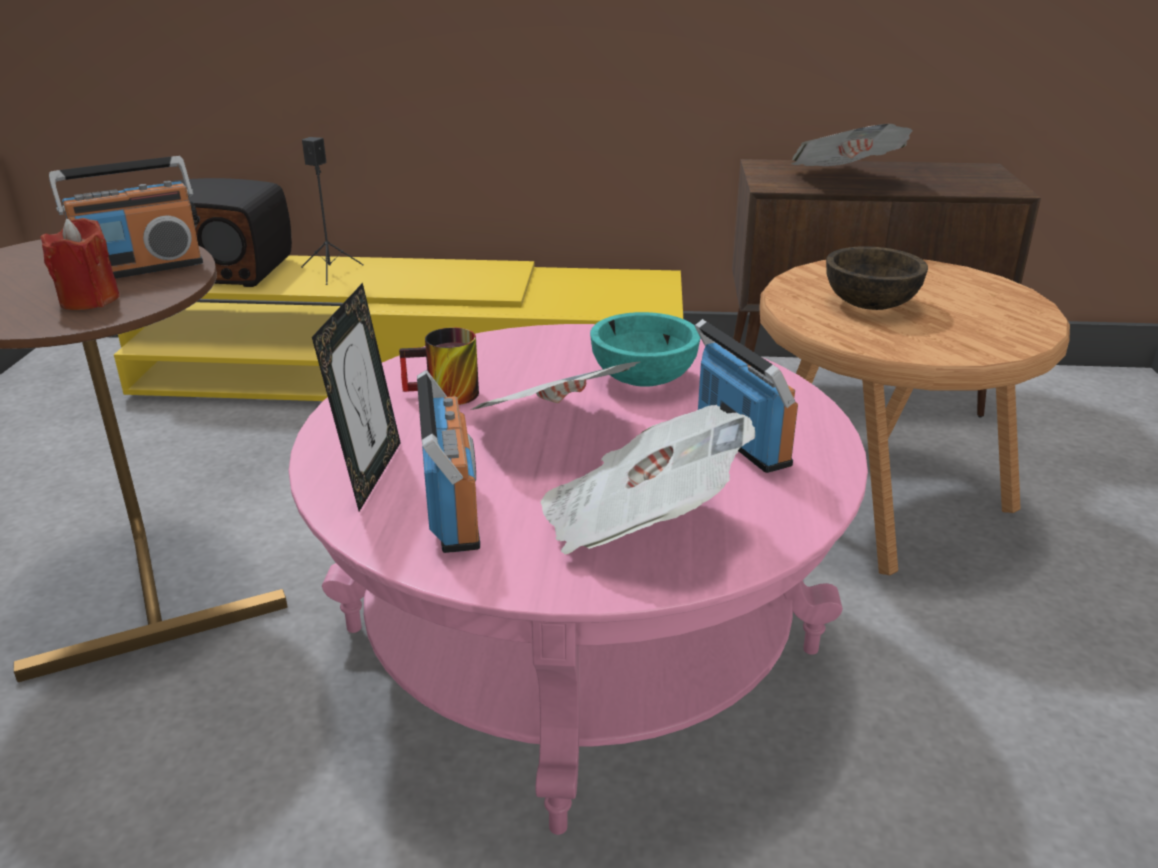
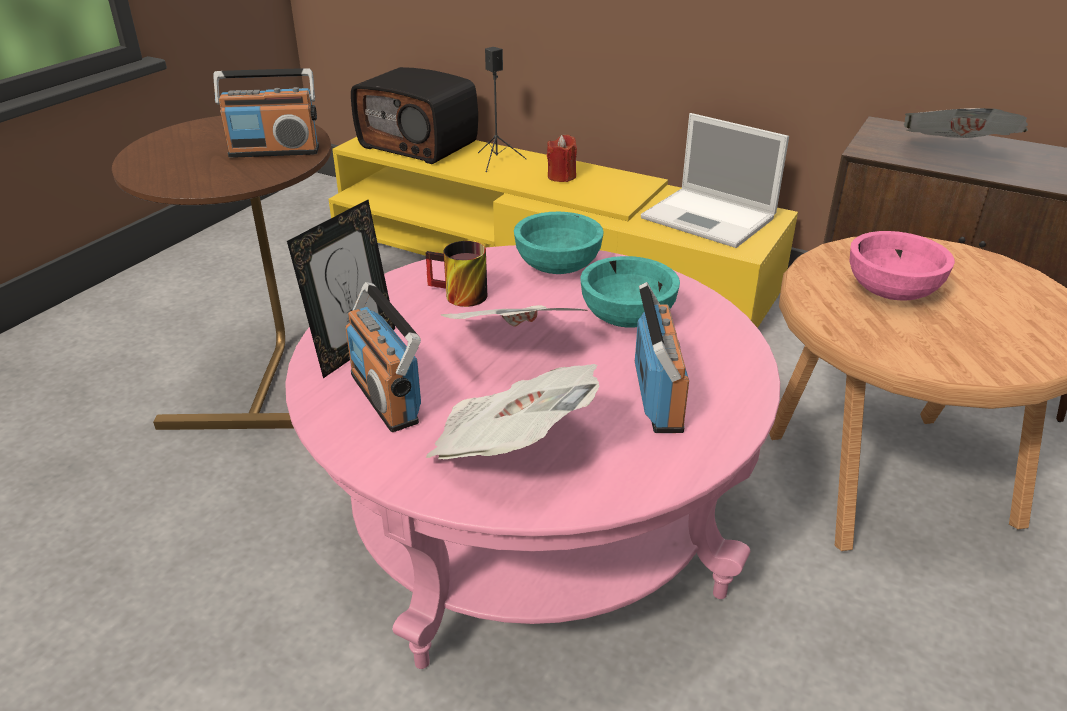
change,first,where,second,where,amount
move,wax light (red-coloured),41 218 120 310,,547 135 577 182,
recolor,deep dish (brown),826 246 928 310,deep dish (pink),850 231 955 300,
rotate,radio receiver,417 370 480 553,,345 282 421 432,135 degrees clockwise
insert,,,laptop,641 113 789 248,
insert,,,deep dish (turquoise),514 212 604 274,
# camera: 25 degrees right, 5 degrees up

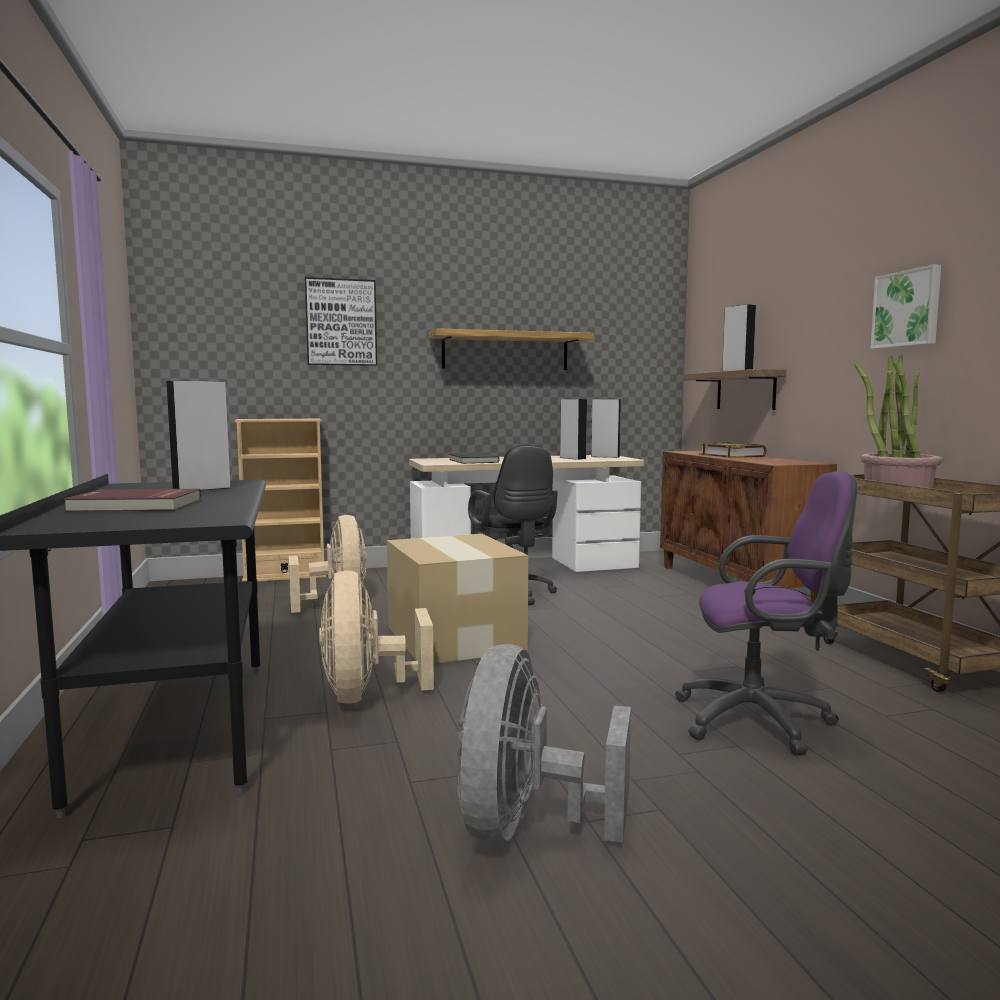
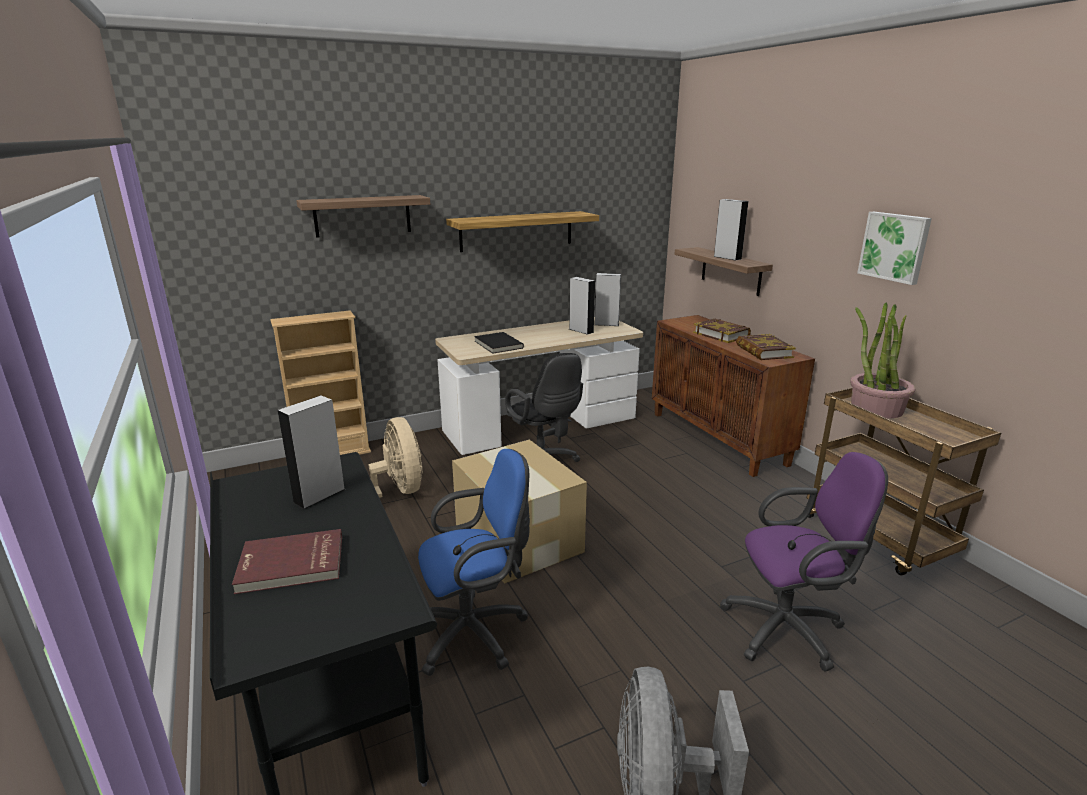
change,first,where,second,where,amount
replace,wall art,305 277 377 366,wall shelf,296 195 430 238,
replace,fan (beige),319 571 434 704,computer chair (blue),418 449 530 676,
insert,,,bound book,736 334 796 360,
# camera: 10 degrees left, 15 degrees up

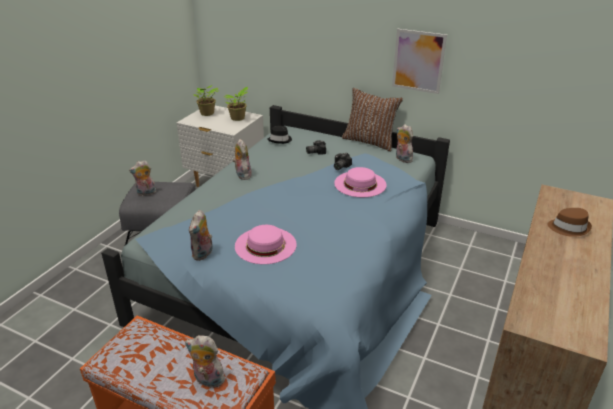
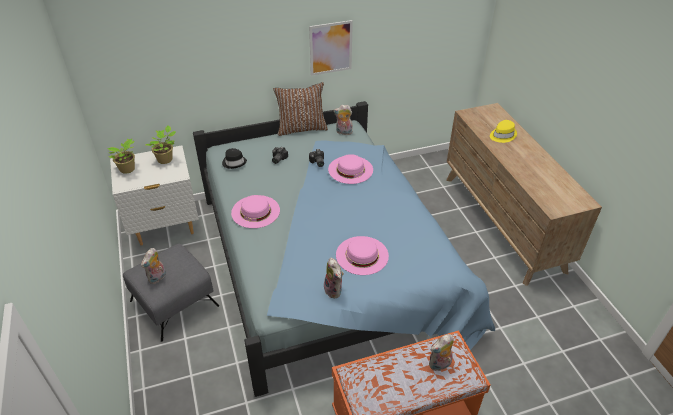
change,first,where,second,where,amount
replace,plush toy,233 139 252 180,hat (pink),231 195 280 228,
recolor,hat (brown),548 208 592 237,hat (yellow),490 120 517 143,
# camera: 45 degrees left, 10 degrees up

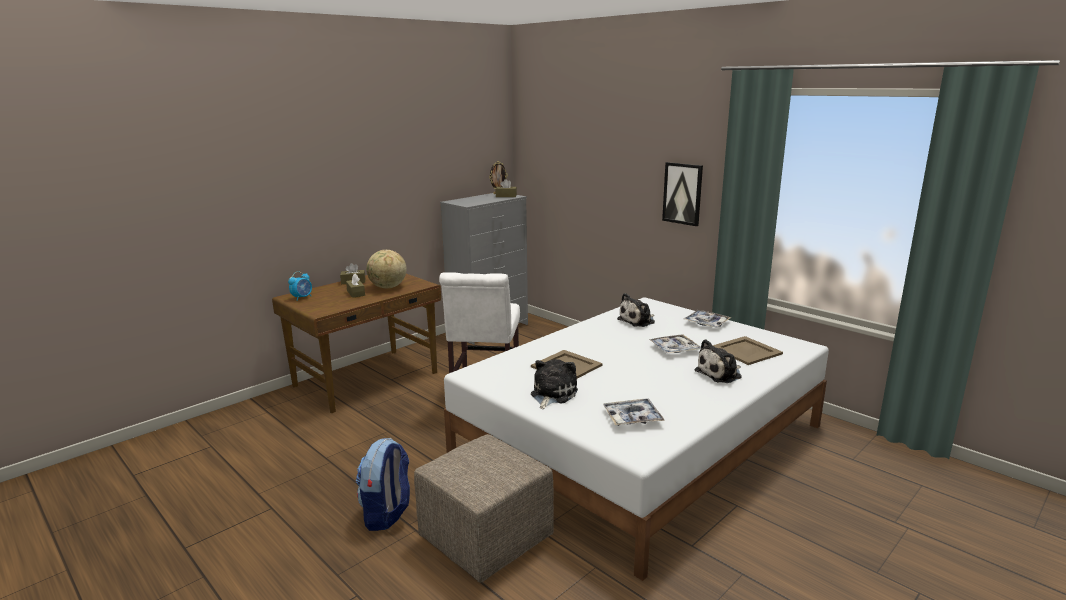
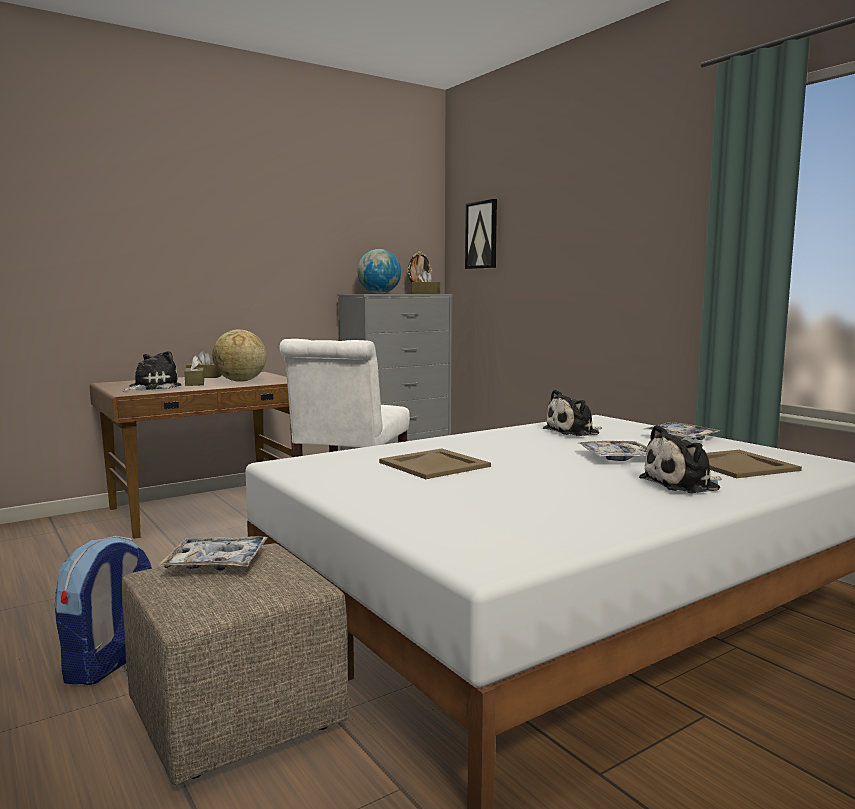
change,first,where,second,where,amount
move,wall art,662 162 703 226,,465 199 497 269,
delete,alarm clock,288 271 312 301,,,
move,plush toy,531 359 578 409,,123 351 181 391,
move,tray,603 398 665 426,,157 537 268 571,
insert,,,desk globe,357 249 401 294,
# camera: 10 degrees right, 10 degrees down

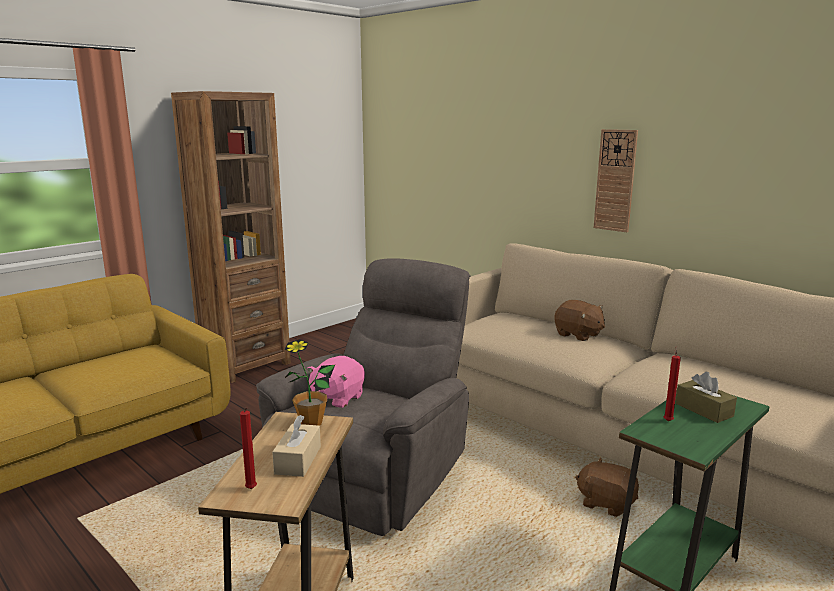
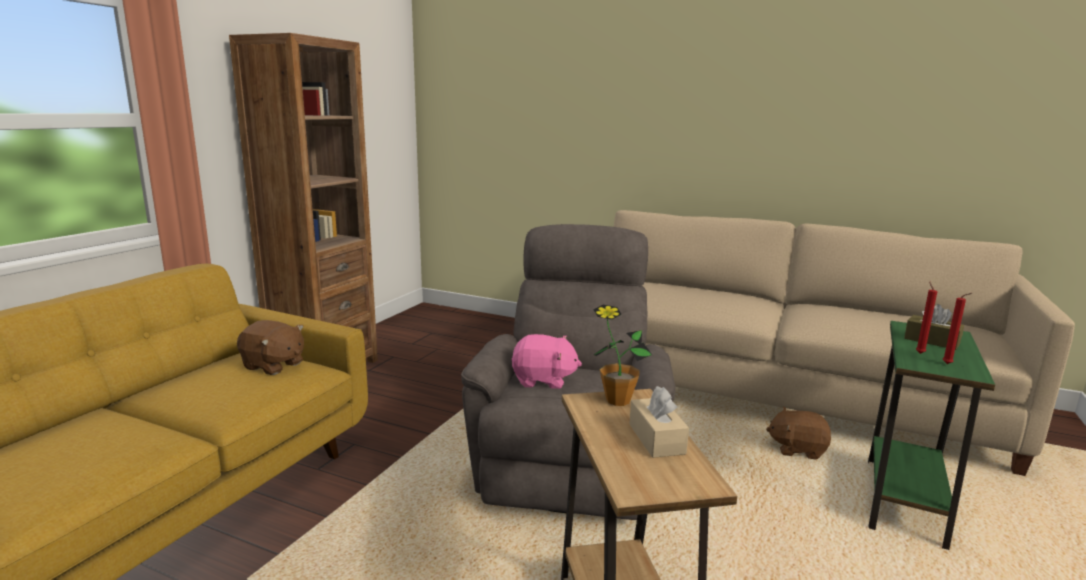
change,first,where,second,where,amount
delete,wall clock,594 129 638 232,,,
move,plush toy (brown),554 300 605 341,,237 320 304 375,
rotate,plush toy (pink),307 356 365 408,,511 334 582 389,90 degrees counterclockwise
move,wax light (red-coloured),240 407 257 489,,943 293 972 364,
# camera: 20 degrees left, 0 degrees up

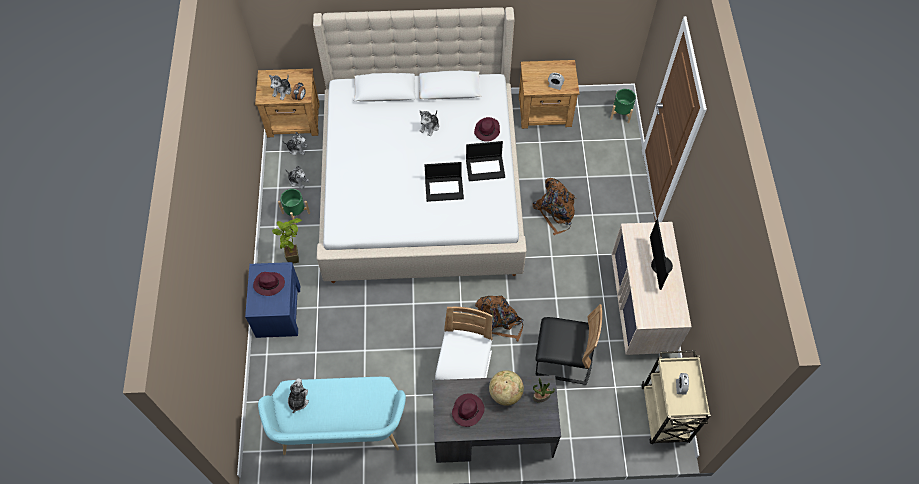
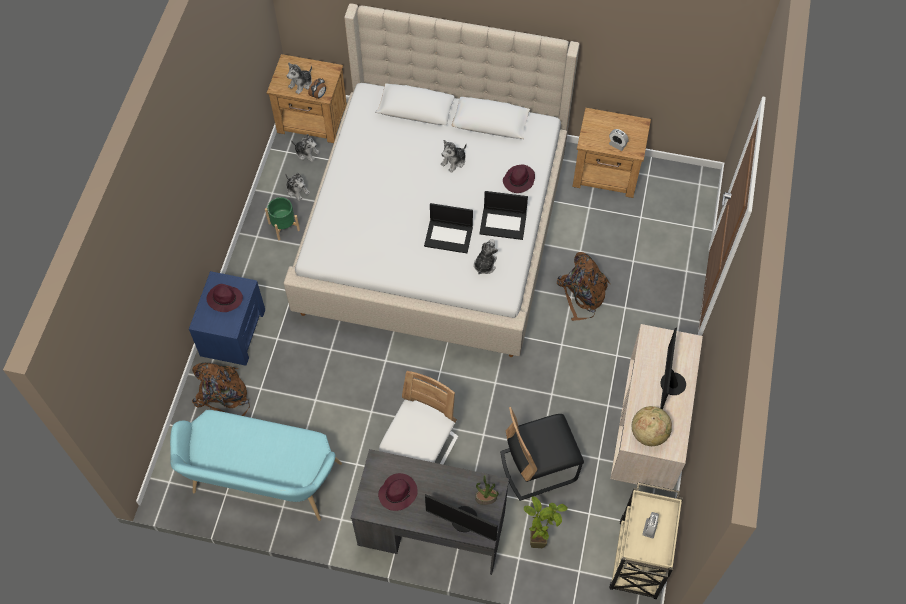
change,first,where,second,where,amount
delete,planter (greenish),610 89 636 123,,,
move,plant in a pot,272 218 302 263,,524 496 568 548,
move,knapsack (brown),475 296 524 341,,192 363 250 416,
rotate,chair (black-coloured),536 304 602 385,,500 407 584 501,135 degrees clockwise
move,desk globe,489 370 524 406,,632 406 672 446,
move,plush toy,288 378 309 413,,474 239 498 274,
insert,,,monitor,425 494 498 541,
# camera: 15 degrees right, 0 degrees up

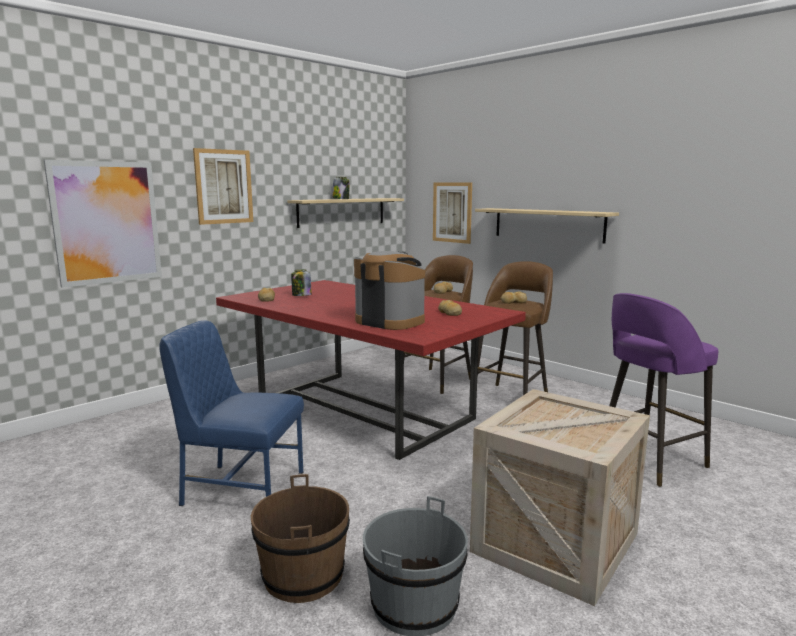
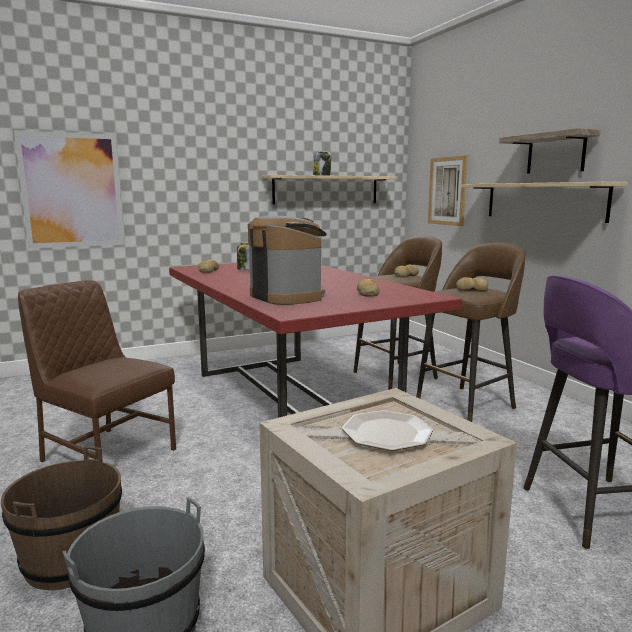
change,first,where,second,where,amount
delete,wall art,193 148 253 225,,,
recolor,chair (blue),159 321 304 506,chair (brown),18 280 176 462,
insert,,,wall shelf,499 128 601 174,
insert,,,dinner plate,342 410 433 451,
# camera: 20 degrees right, 0 degrees up

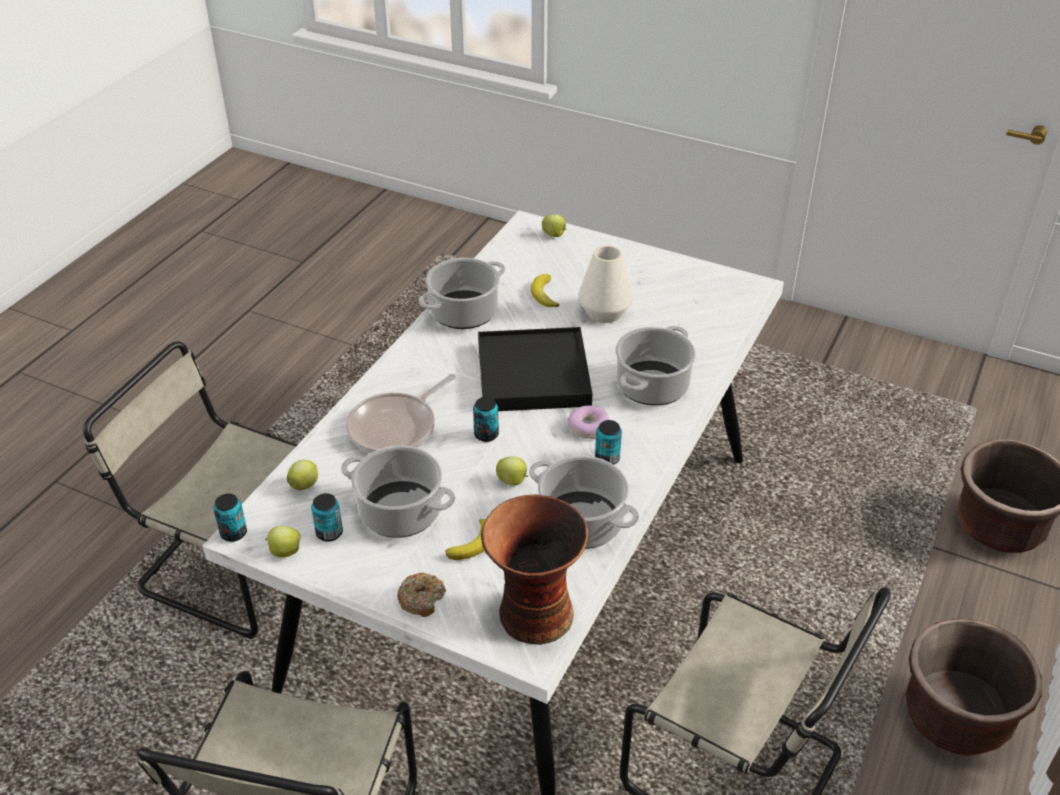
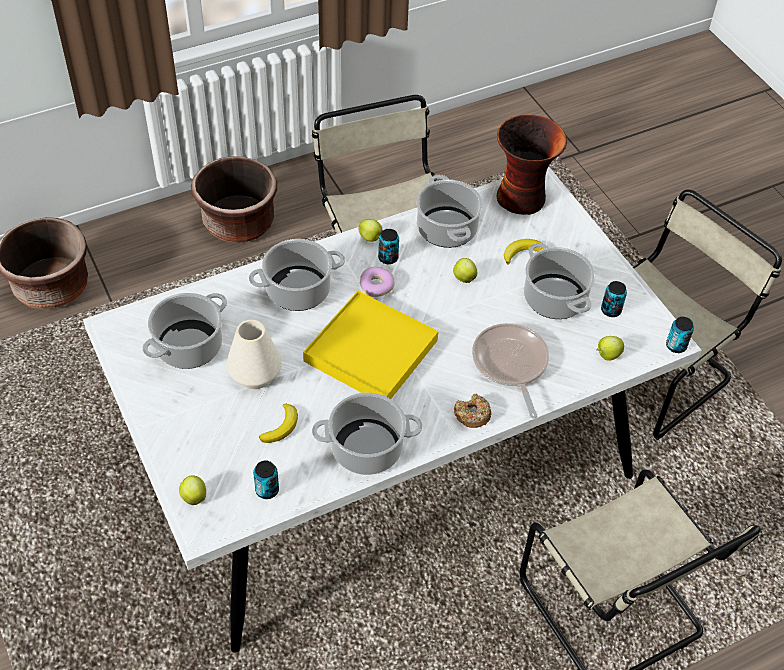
change,first,where,second,where,amount
recolor,tray (black-coloured),478 327 593 411,tray (yellow),303 291 438 399,
rotate,frying pan,346 374 456 453,,472 323 549 418,90 degrees counterclockwise
move,metal can,473 397 499 442,,253 461 279 499,
move,apple fruit,265 526 300 558,,358 219 383 242,
move,doughnut,397 572 446 617,,454 394 491 428,
insert,,,stockpot,143 293 227 369,
# camera: 145 degrees left, 10 degrees up

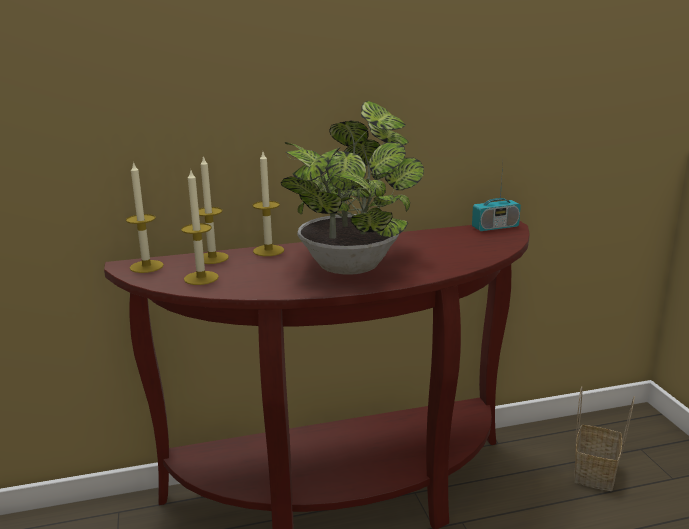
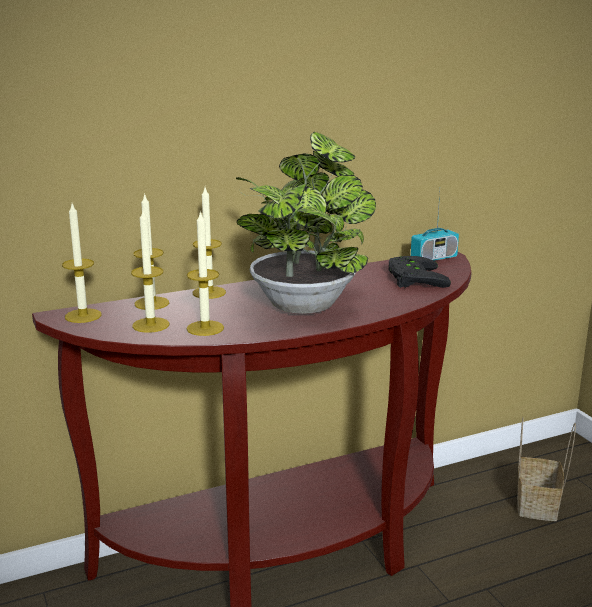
change,first,where,second,where,amount
insert,,,wax light,187 210 224 336,
insert,,,joypad (black-coloured),389 256 451 288,
# camera: 10 degrees left, 0 degrees up

